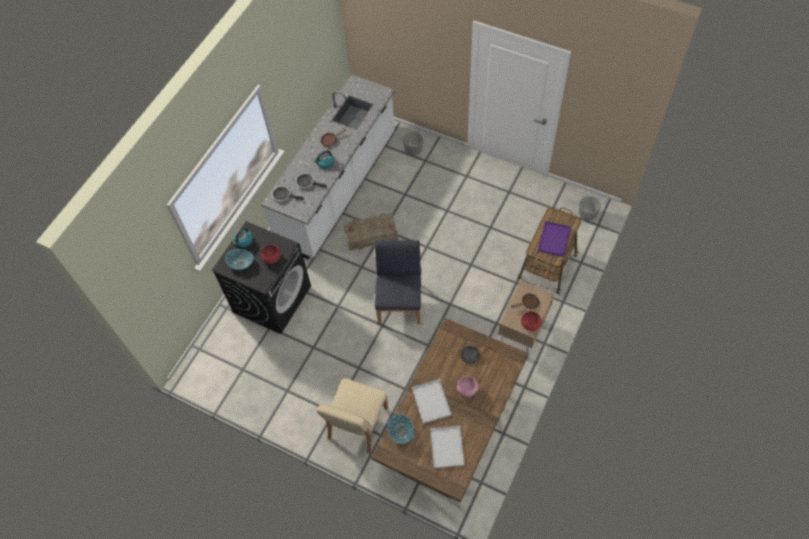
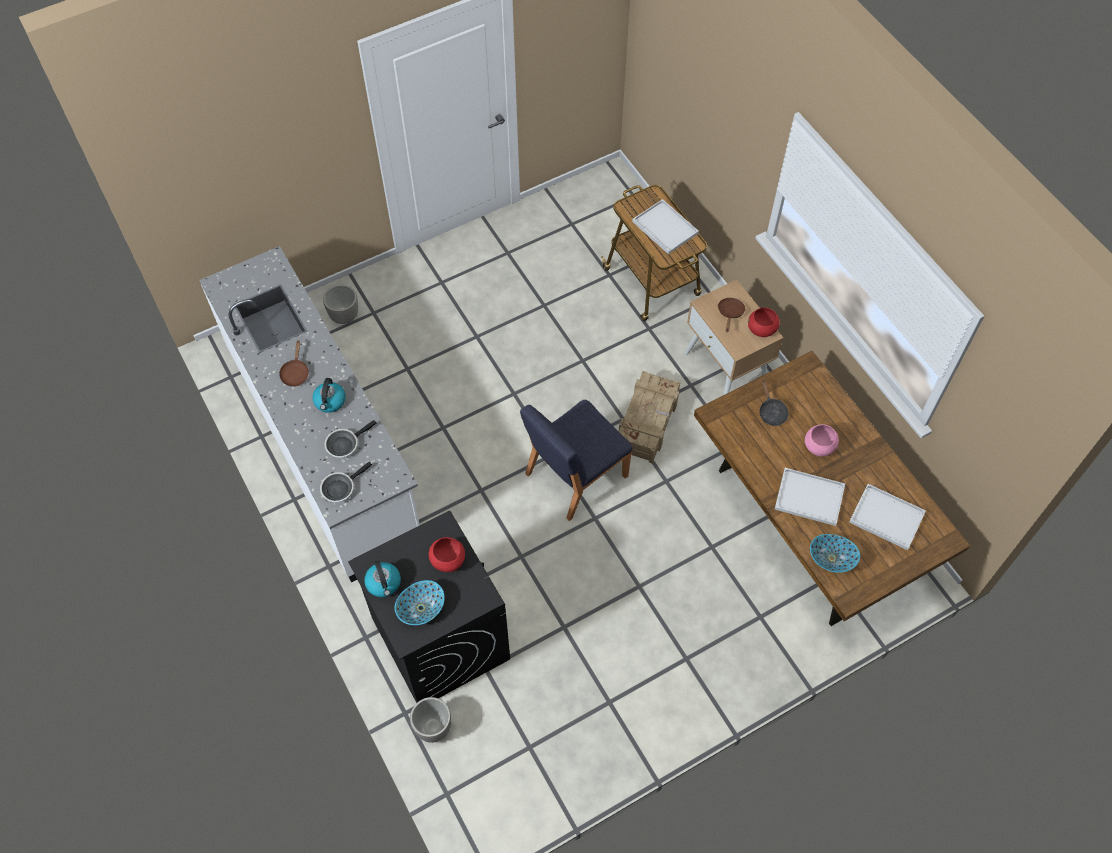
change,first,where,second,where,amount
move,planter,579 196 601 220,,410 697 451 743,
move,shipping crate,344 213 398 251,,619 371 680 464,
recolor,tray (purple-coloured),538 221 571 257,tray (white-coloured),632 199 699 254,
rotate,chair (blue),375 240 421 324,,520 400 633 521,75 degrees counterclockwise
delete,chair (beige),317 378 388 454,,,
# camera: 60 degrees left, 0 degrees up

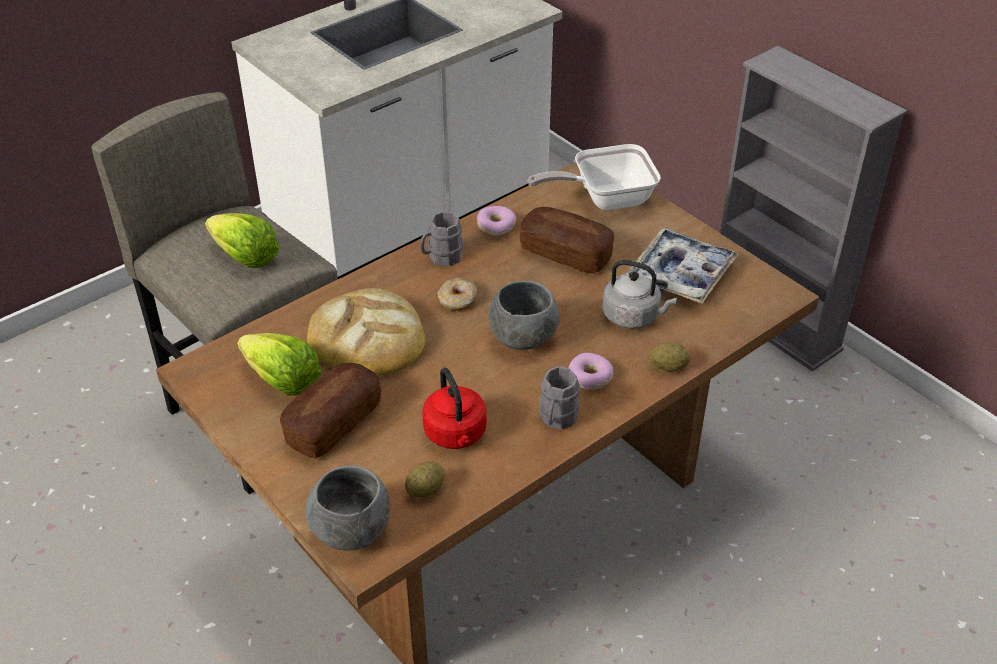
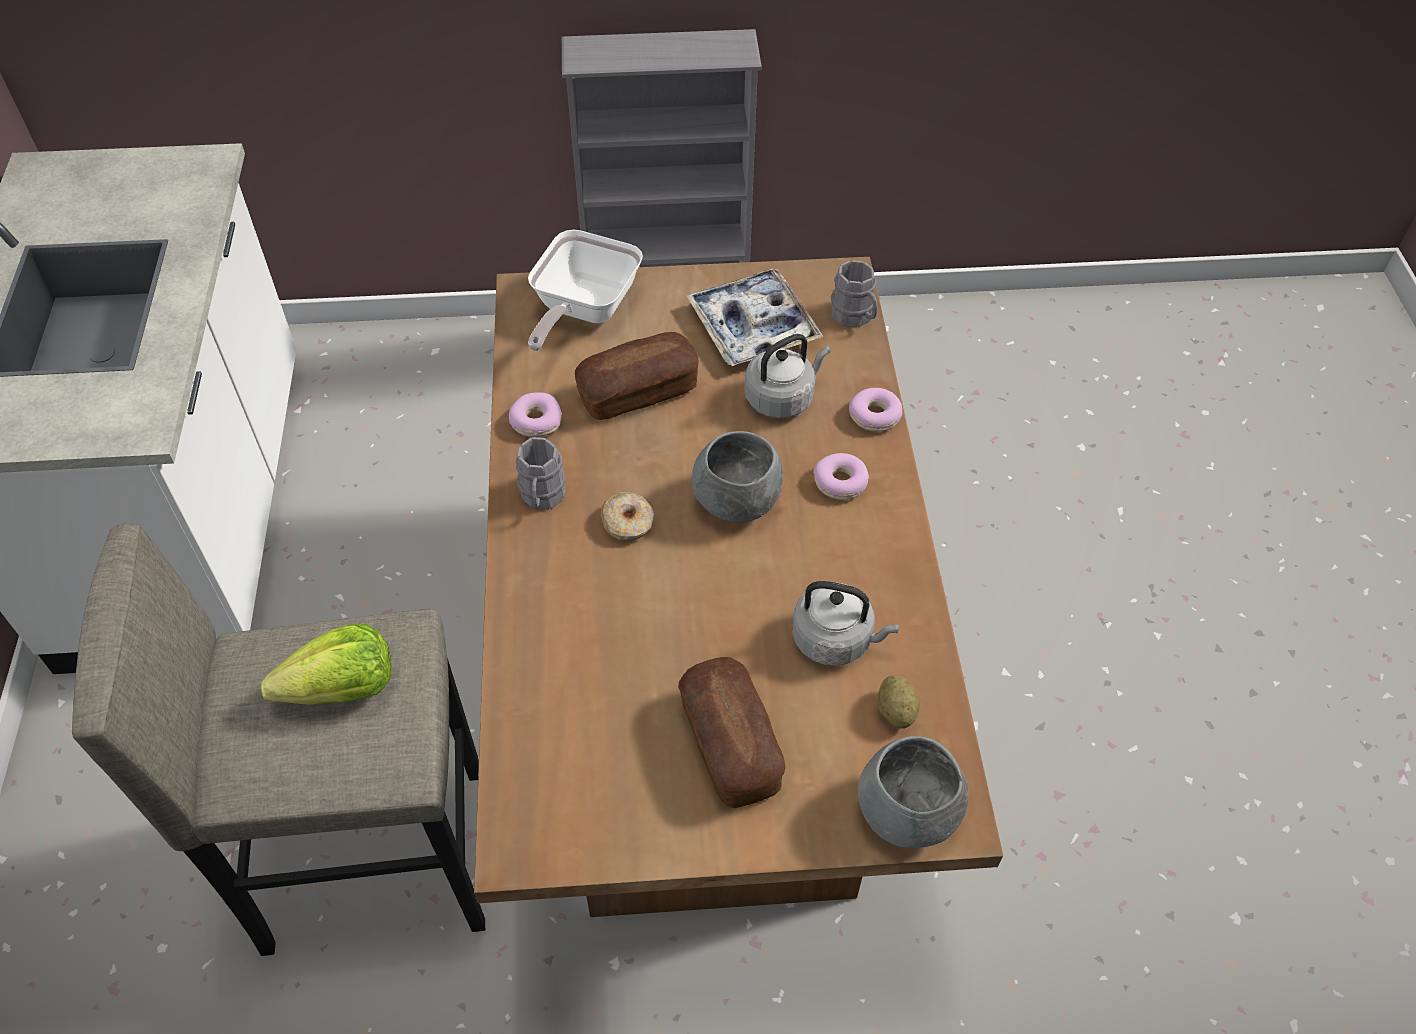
change,first,where,second,where,amount
delete,baked bread,307 288 425 376,,,
delete,lettuce,237 333 321 396,,,
replace,potato,649 342 690 372,doughnut,849 388 902 432,
move,mug (greyish),539 366 580 430,,831 260 877 327,
recolor,water kettle (red-coloured),422 367 487 449,water kettle (greyish),792 581 899 666,
# camera: 55 degrees left, 10 degrees up

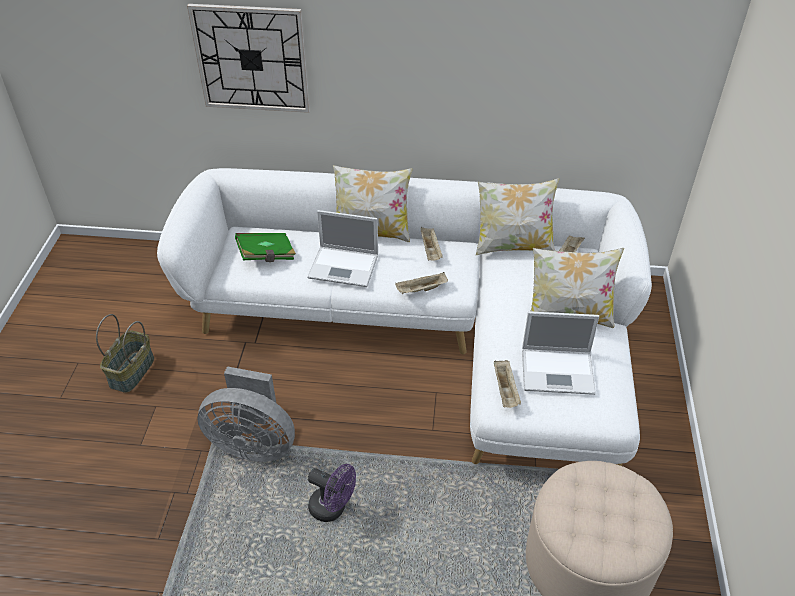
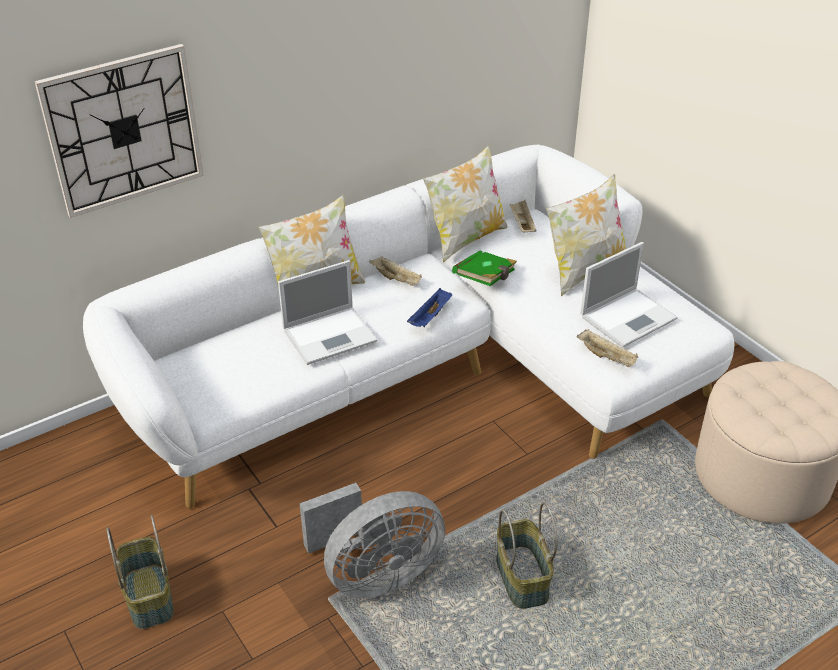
change,first,where,second,where,amount
move,bound book (greenish),235 233 296 262,,452 251 517 286,
recolor,tray (beige),395 272 448 294,tray (blue),407 288 452 327,
replace,fan (purple-coloured),308 464 356 522,household basket,496 502 557 609,
# camera: 40 degrees left, 5 degrees down

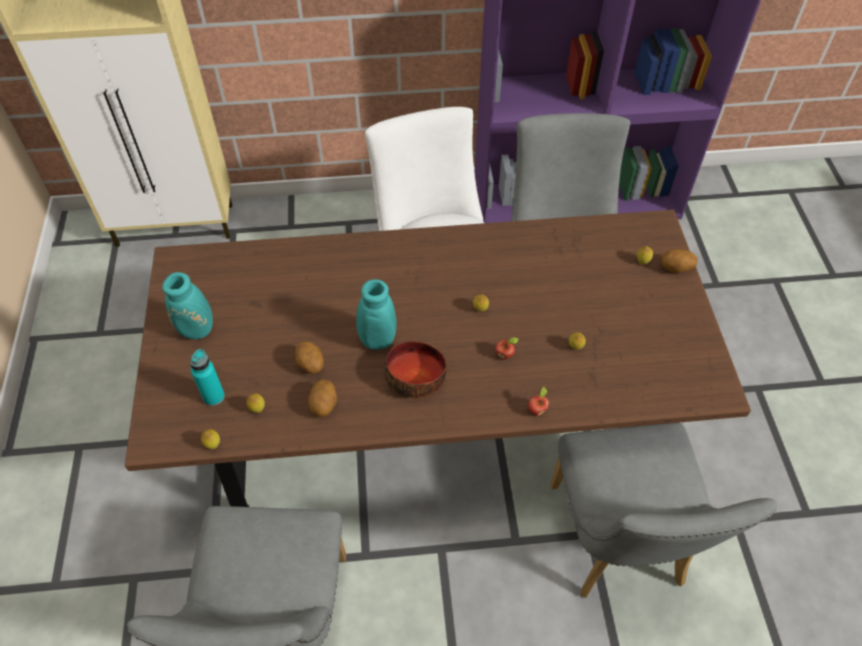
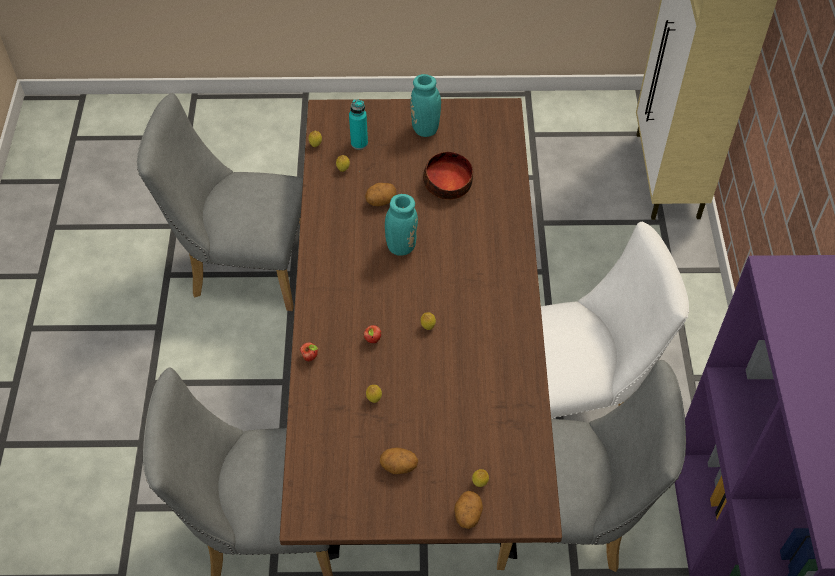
change,first,where,second,where,amount
move,deep dish,384 341 447 398,,423 152 473 200,
move,potato,308 379 337 417,,380 448 418 474,
# camera: 95 degrees right, 0 degrees up

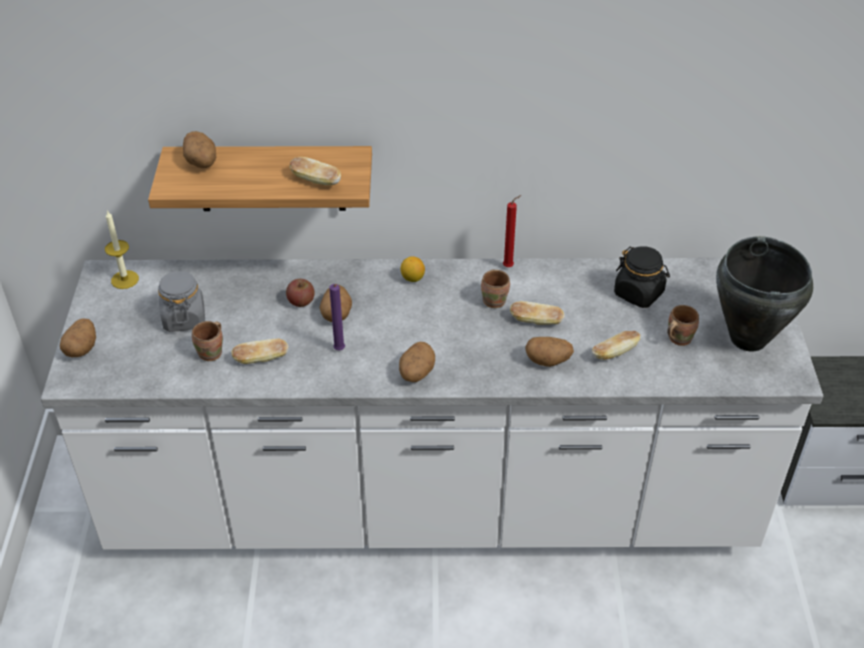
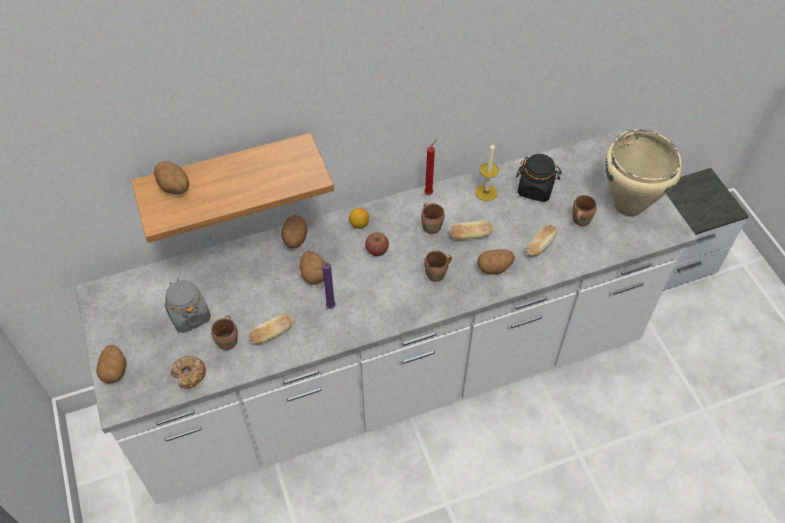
change,first,where,second,where,amount
delete,baked bread,290 157 341 186,,,
move,wax light,105 210 139 289,,475 144 499 201,
recolor,stockpot (black-coloured),716 236 813 351,stockpot (beige),605 129 682 217,
move,apple fruit,286 279 315 307,,365 232 389 256,
move,potato,399 342 435 382,,281 215 308 248,
insert,,,mug (brown),424 250 452 282,
insert,,,doughnut,170 356 206 389,
# camera: 20 degrees left, 10 degrees up

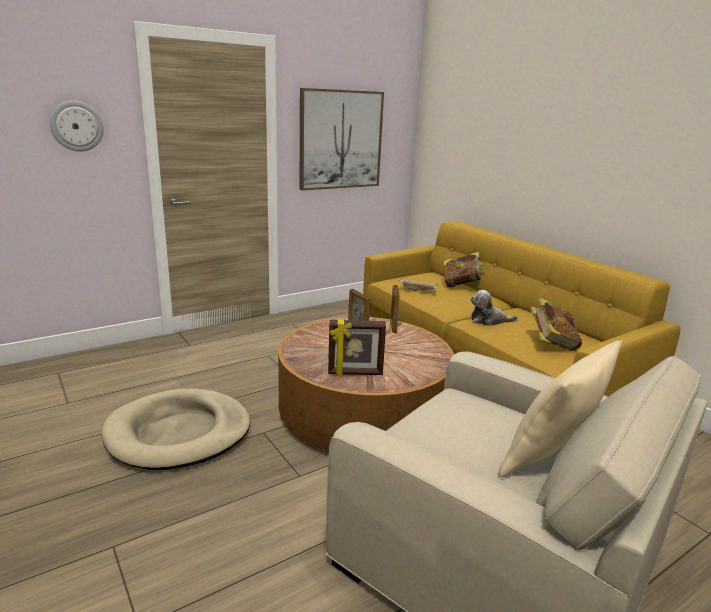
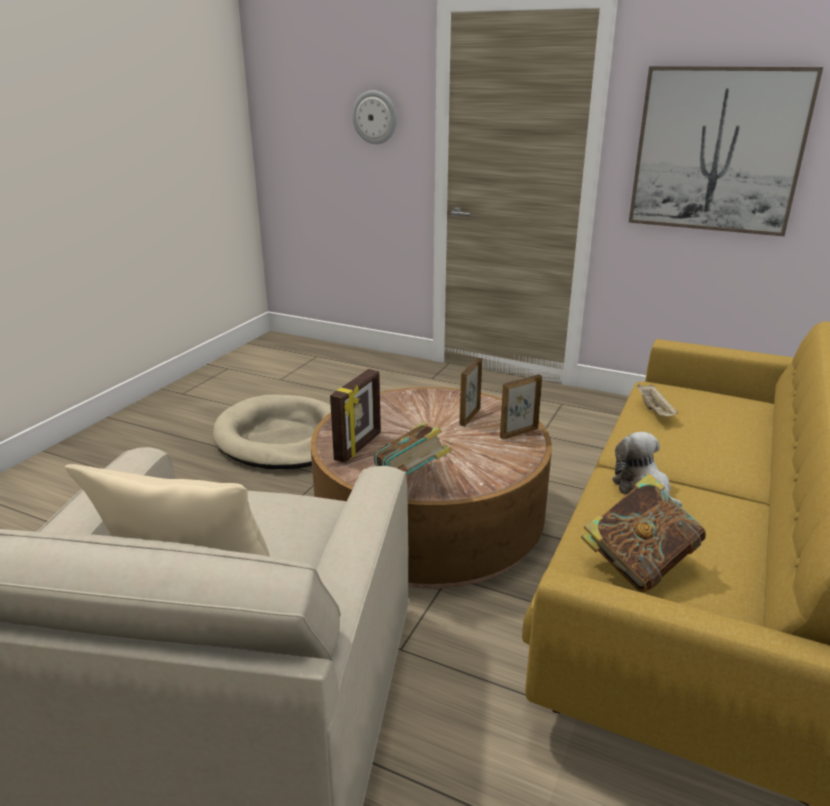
change,first,where,second,where,amount
move,bound book,444 252 485 287,,374 422 452 475,
rotate,picture frame,328 320 386 375,,330 369 381 463,120 degrees counterclockwise
# camera: 60 degrees right, 5 degrees up

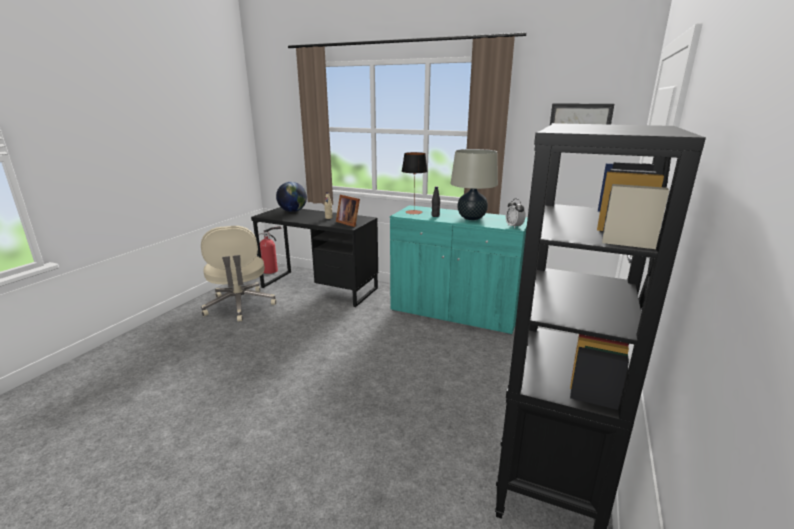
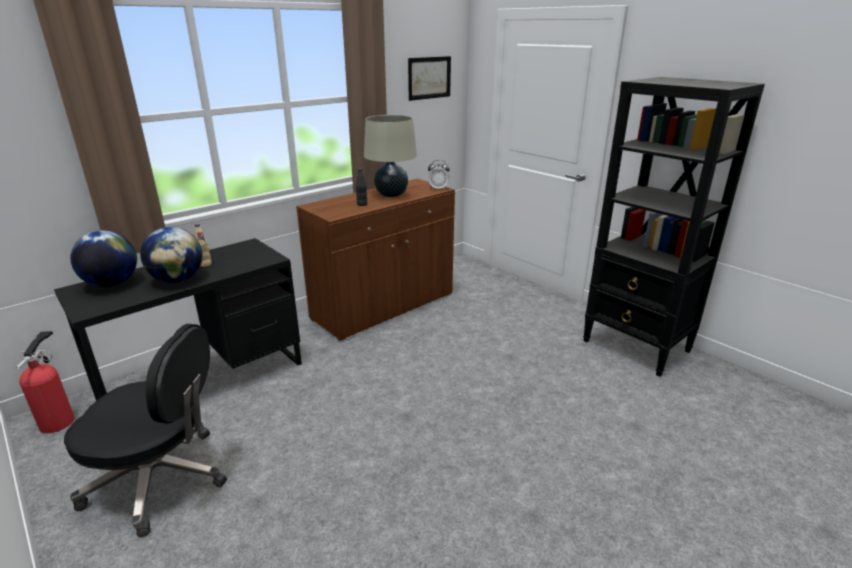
change,first,where,second,where,amount
delete,lamp for a table,402 152 428 214,,,
delete,picture frame,336 195 360 227,,,
recolor,cabinet (turquoise),390 205 528 335,cabinet (brown),296 179 455 341,
recolor,computer chair (beige),201 226 276 321,computer chair (black-coloured),64 324 227 537,
insert,,,desk globe,140 227 202 283,
# camera: 65 degrees left, 5 degrees up

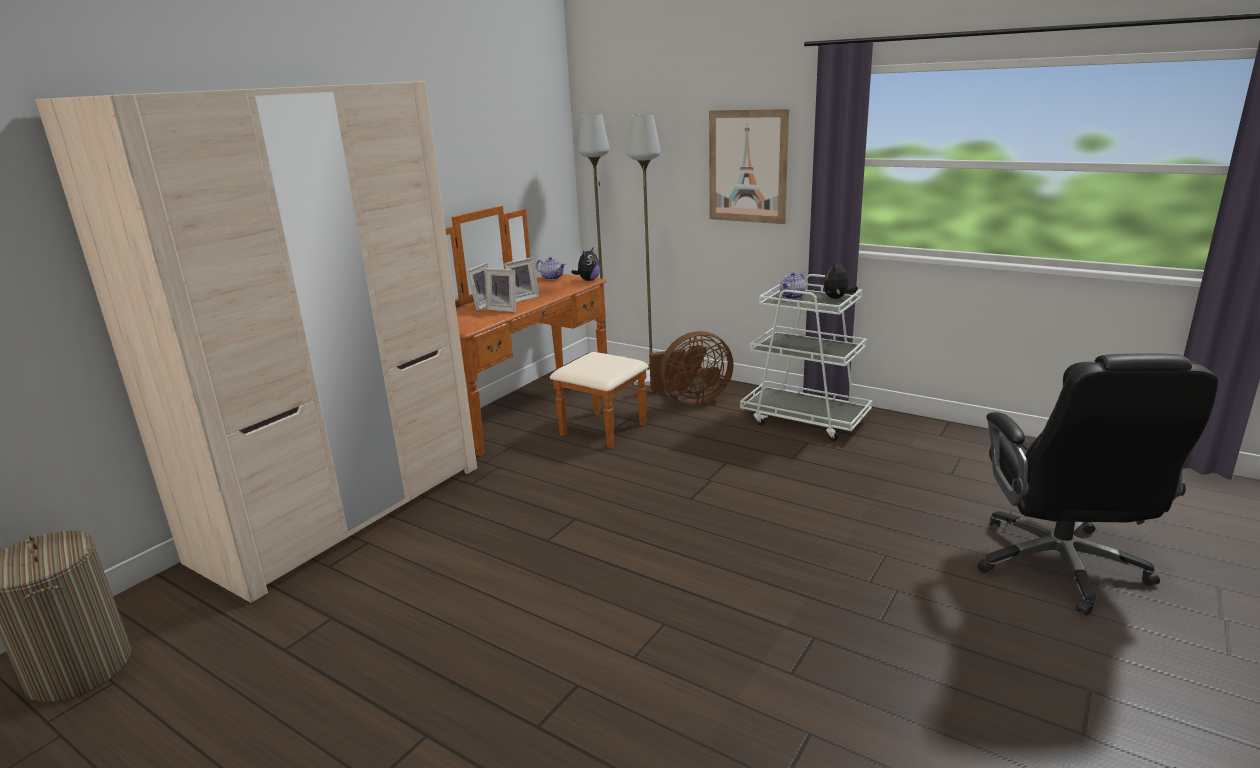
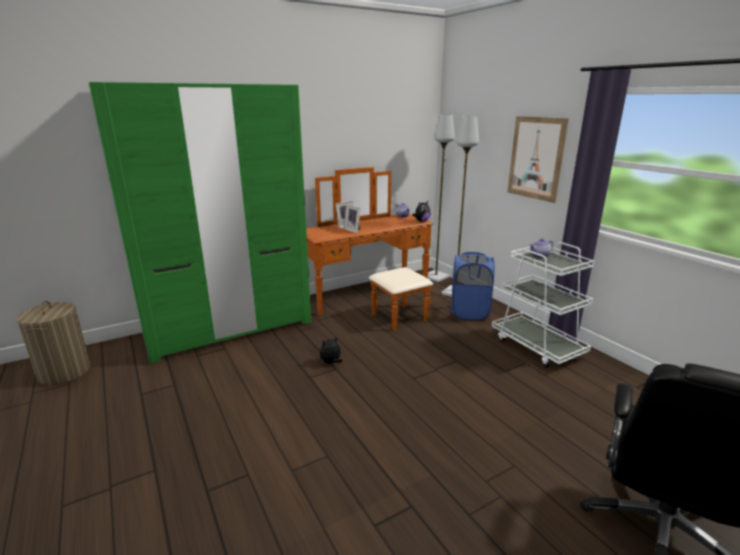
change,first,where,second,where,amount
recolor,wardrobe (beige),35 81 477 603,wardrobe (greenish),89 82 311 364,
delete,picture frame,504 257 539 302,,,
move,plush toy,823 260 858 299,,320 336 343 364,
replace,fan (brown),649 331 734 405,hamper (blue),451 252 495 320,
# camera: 25 degrees right, 0 degrees up

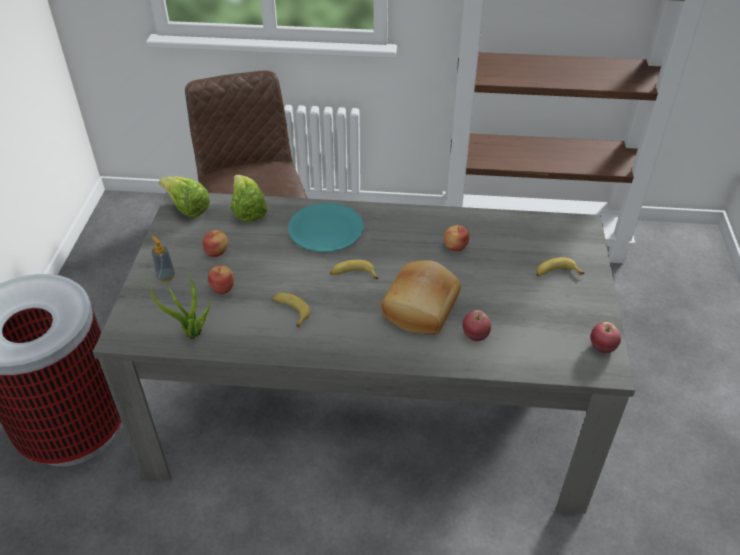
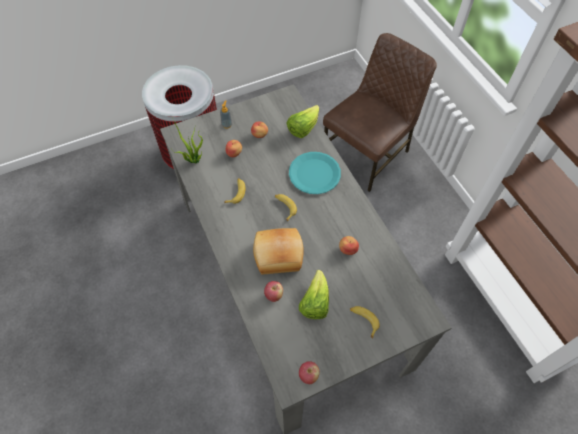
change,first,where,second,where,amount
move,lettuce,159 176 210 218,,299 270 329 319,
# camera: 60 degrees right, 15 degrees up

